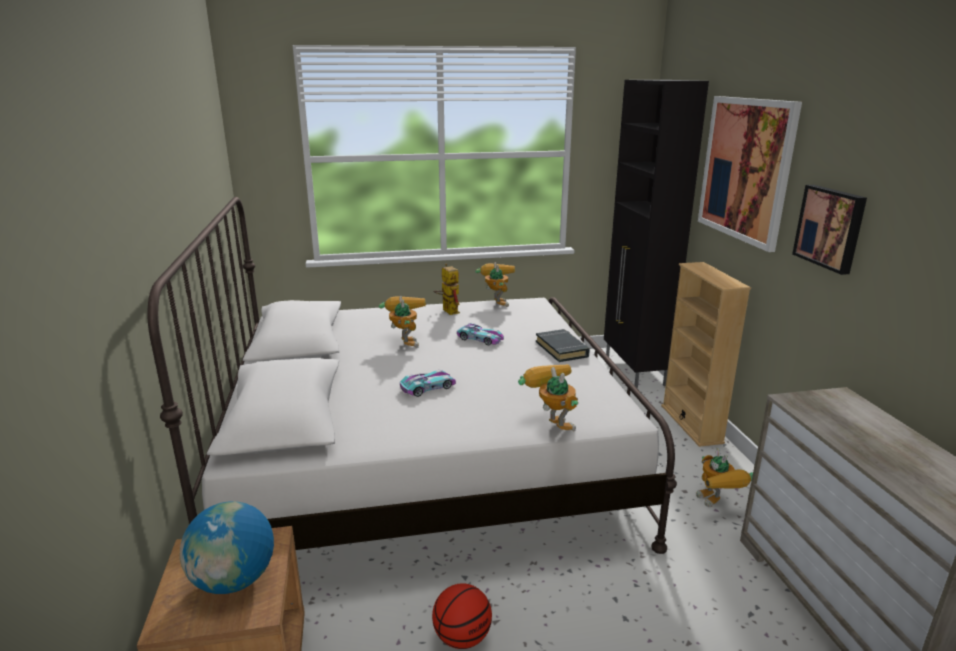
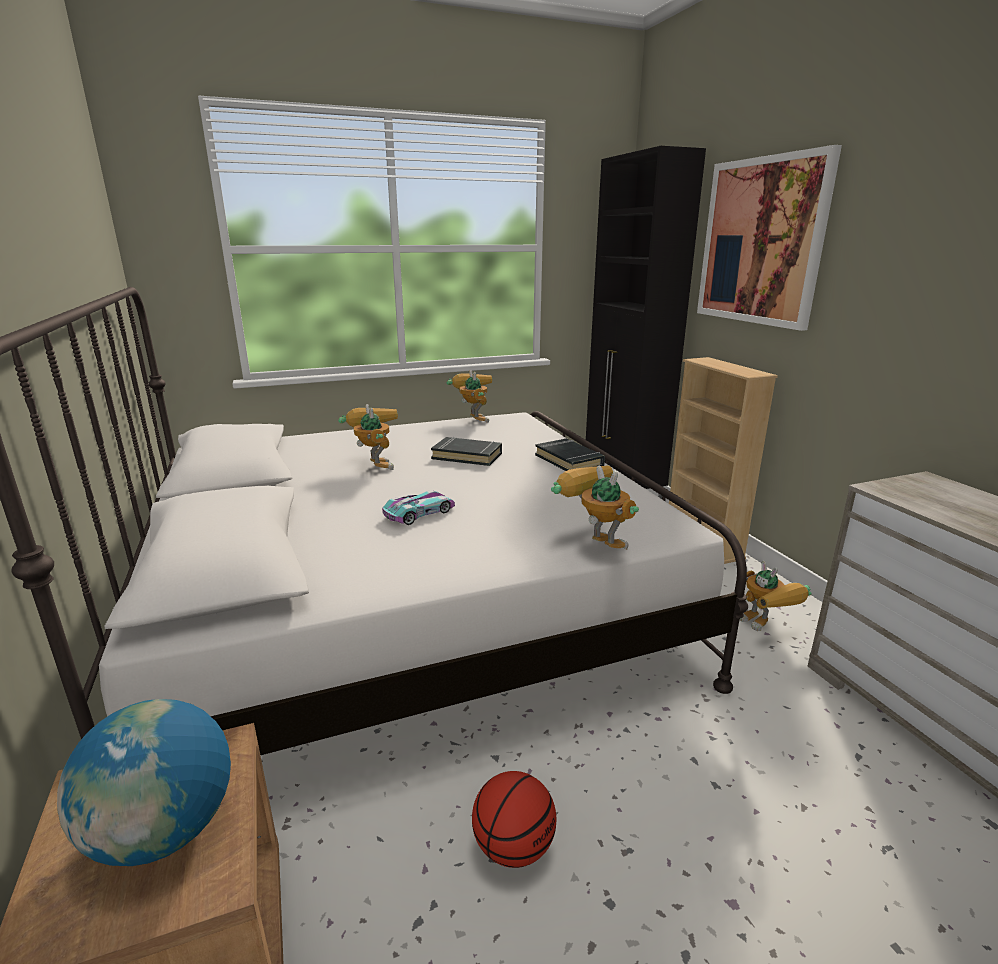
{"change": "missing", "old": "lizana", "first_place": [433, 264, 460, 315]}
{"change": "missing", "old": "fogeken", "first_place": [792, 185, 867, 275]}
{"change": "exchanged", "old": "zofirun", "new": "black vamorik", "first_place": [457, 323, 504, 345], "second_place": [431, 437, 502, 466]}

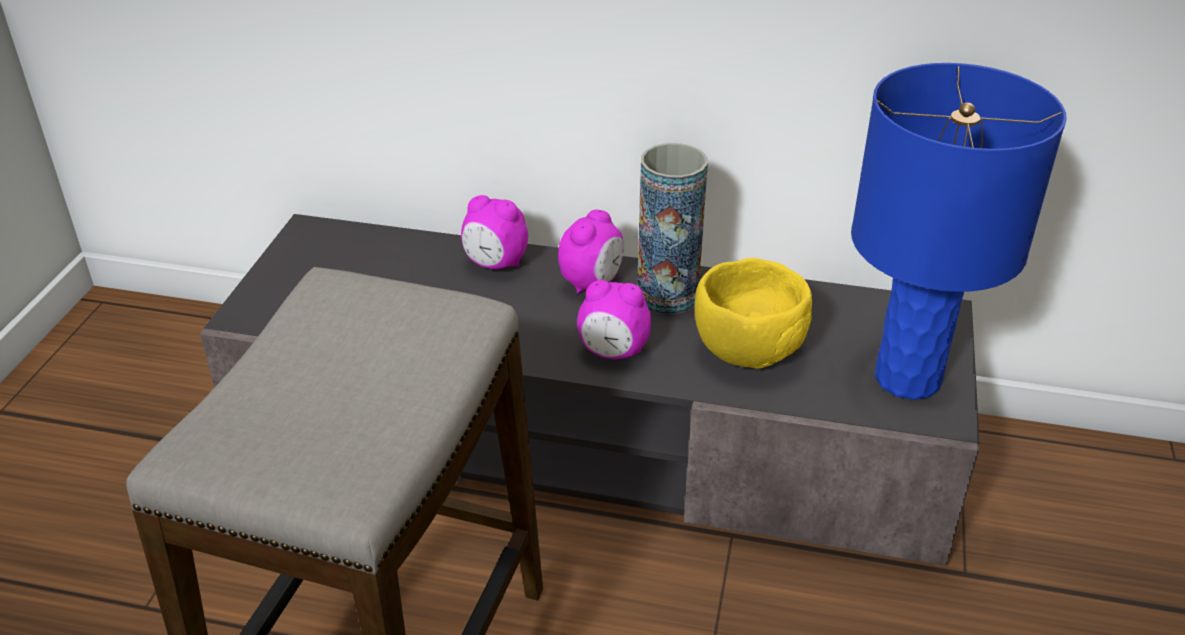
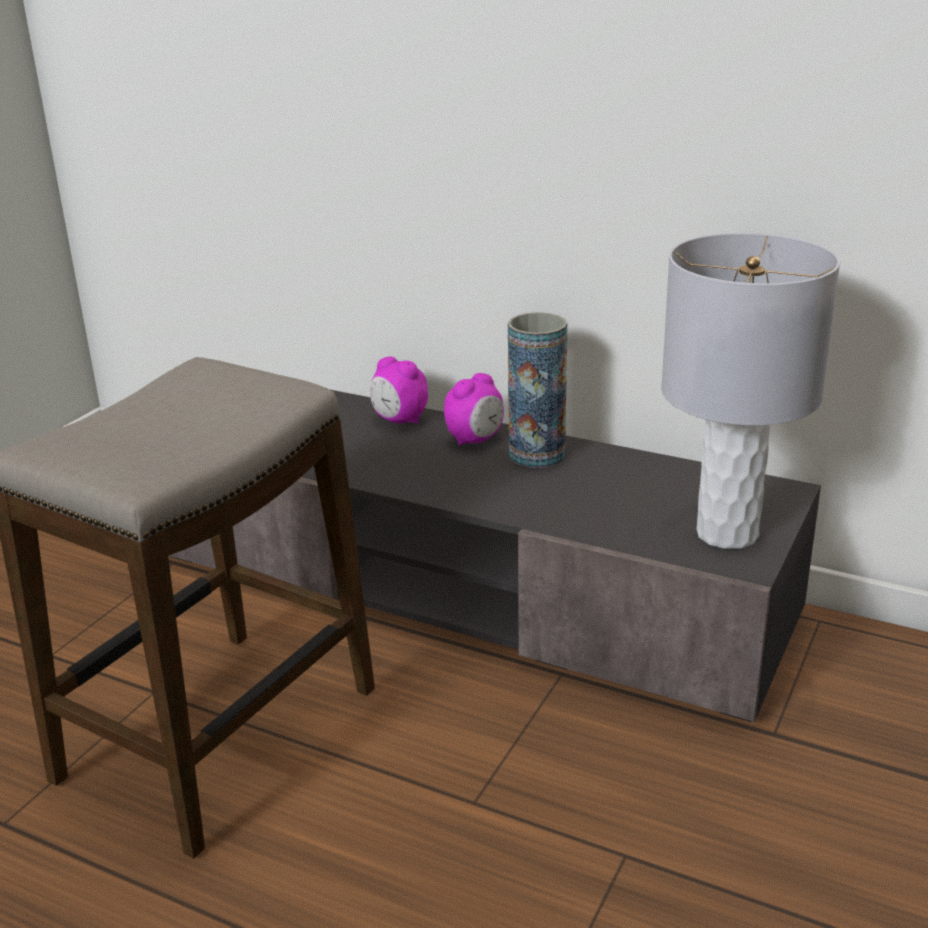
{"change": "missing", "old": "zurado", "first_place": [577, 280, 651, 359]}
{"change": "missing", "old": "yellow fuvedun", "first_place": [695, 258, 812, 369]}
{"change": "colour", "old": "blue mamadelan", "new": "grey mamadelan", "first_place": [851, 63, 1067, 400], "second_place": [661, 233, 840, 549]}

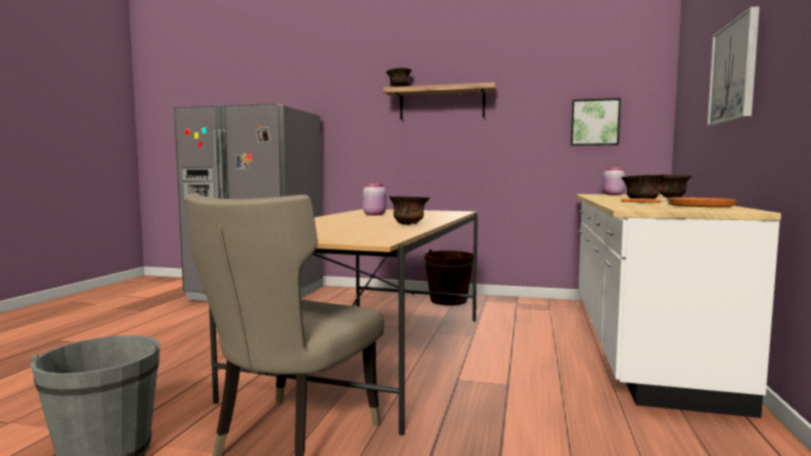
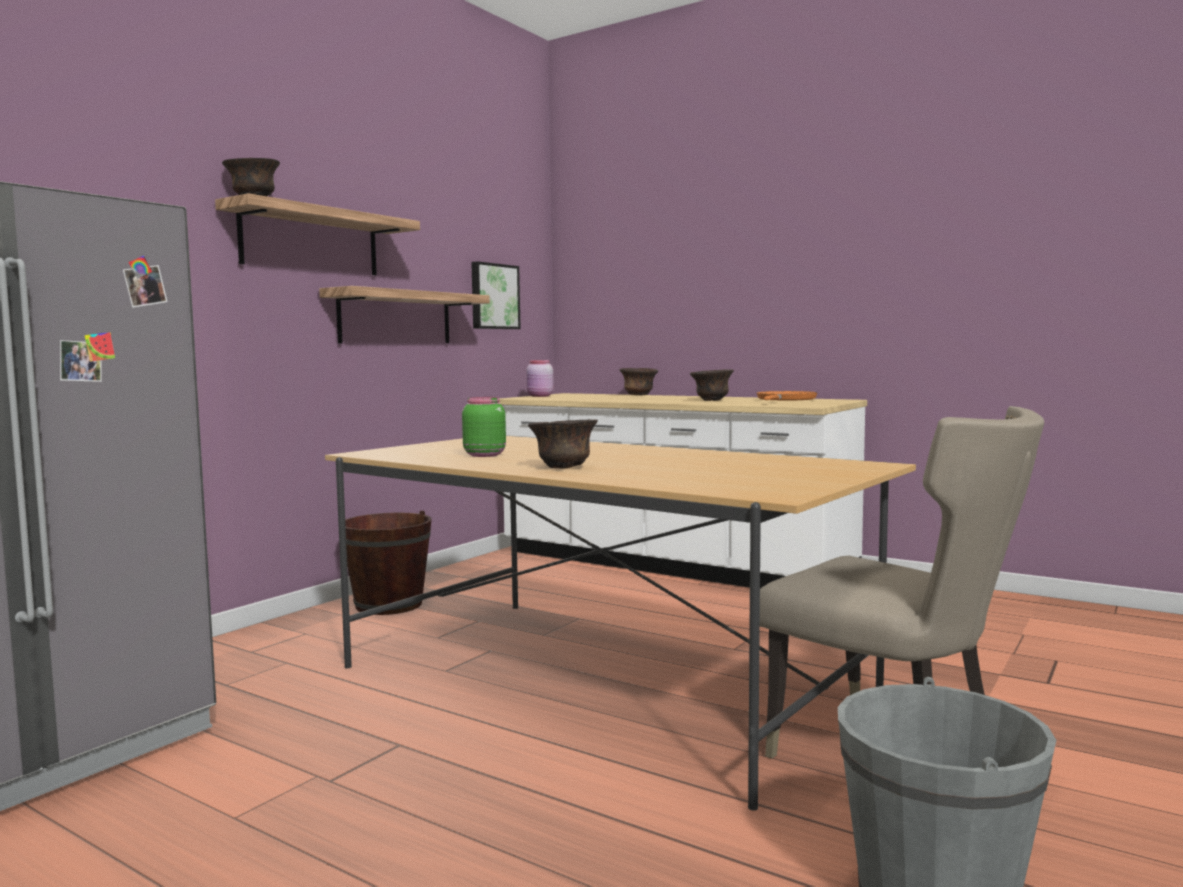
{"change": "missing", "old": "fogeken", "first_place": [707, 6, 760, 126]}
{"change": "appeared", "new": "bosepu", "second_place": [319, 286, 490, 343]}
{"change": "relocated", "old": "brown fuvedun", "first_place": [389, 196, 430, 225], "second_place": [528, 419, 598, 469]}
{"change": "colour", "old": "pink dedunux", "new": "green dedunux", "first_place": [363, 183, 386, 215], "second_place": [462, 397, 506, 457]}

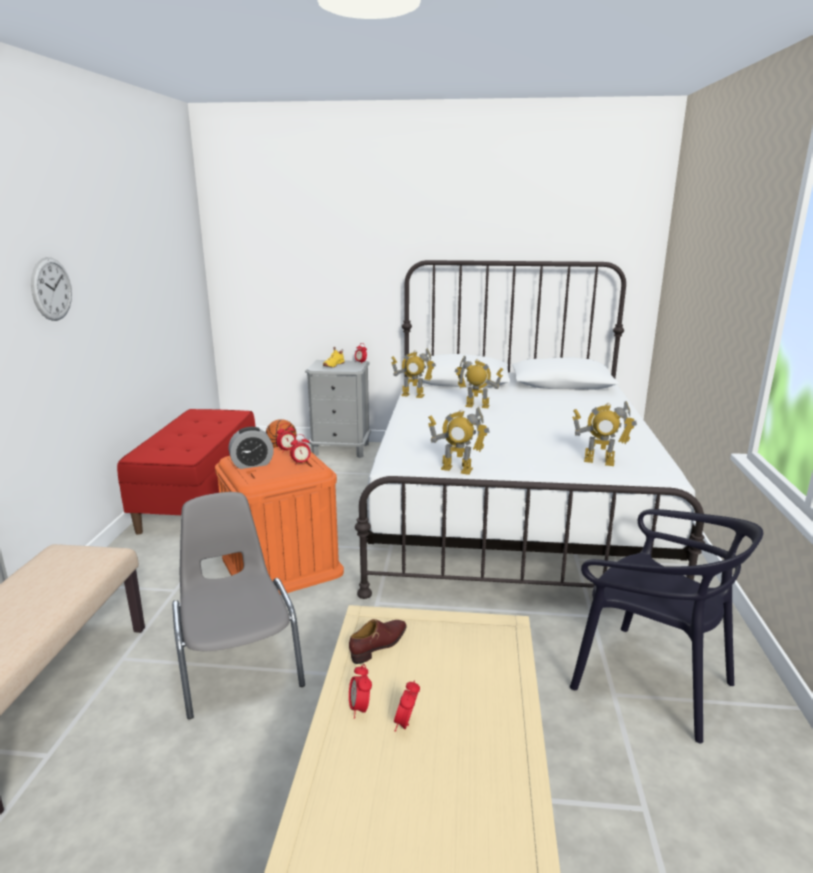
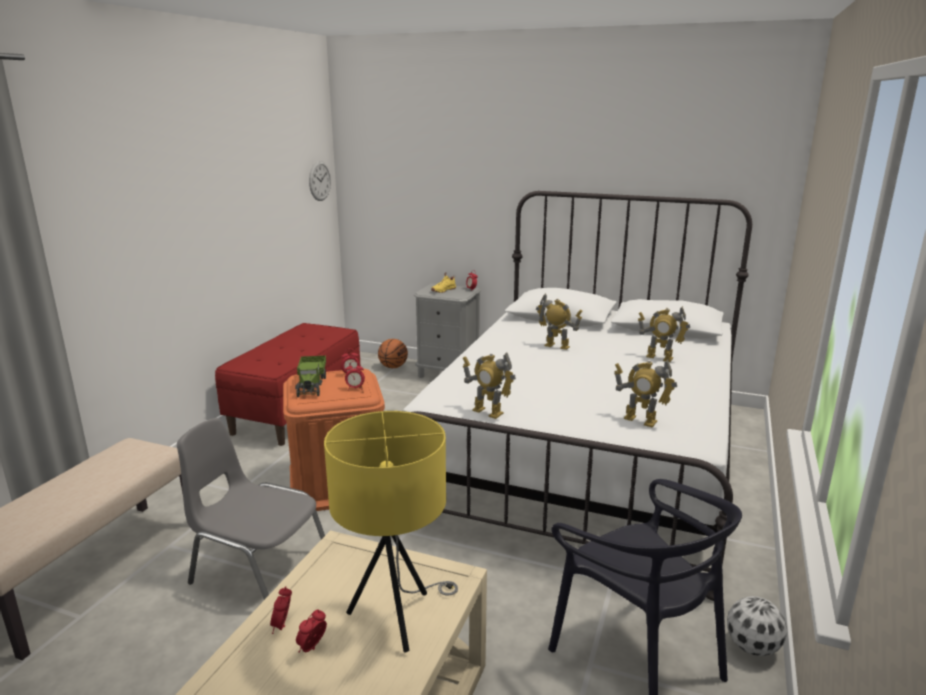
{"change": "missing", "old": "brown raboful", "first_place": [349, 619, 407, 664]}
{"change": "appeared", "new": "yellow mamadelan", "second_place": [324, 411, 458, 652]}
{"change": "appeared", "new": "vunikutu", "second_place": [727, 596, 787, 656]}
{"change": "relocated", "old": "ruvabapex", "first_place": [31, 257, 72, 321], "second_place": [309, 161, 331, 201]}
{"change": "relocated", "old": "lizana", "first_place": [391, 348, 436, 398], "second_place": [638, 306, 690, 362]}
{"change": "exchanged", "old": "zurado", "new": "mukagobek", "first_place": [228, 427, 274, 469], "second_place": [295, 356, 326, 397]}
{"change": "spun", "old": "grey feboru", "first_place": [172, 492, 305, 719], "second_place": [177, 418, 325, 600], "degrees": -60}

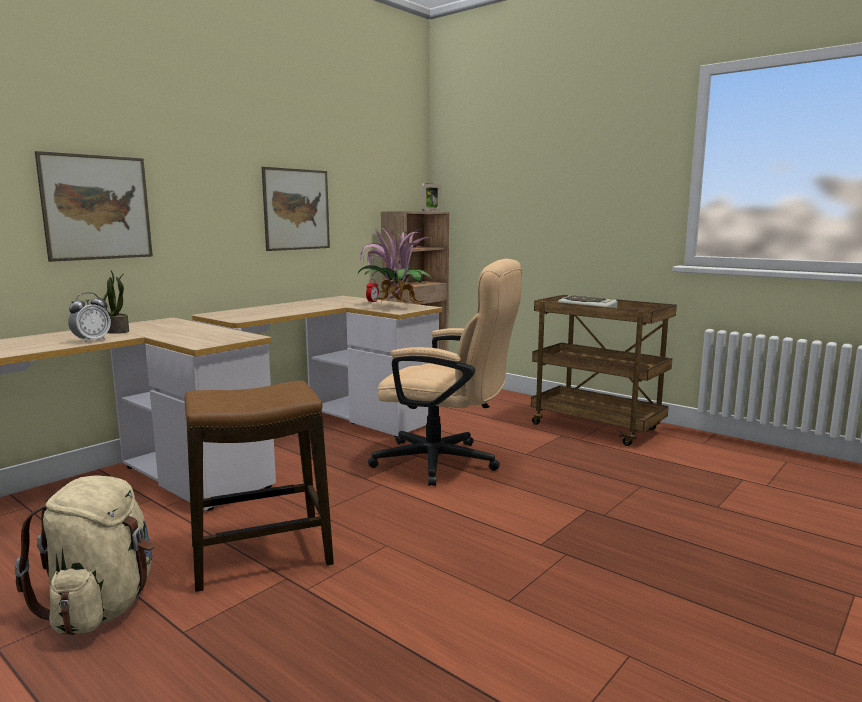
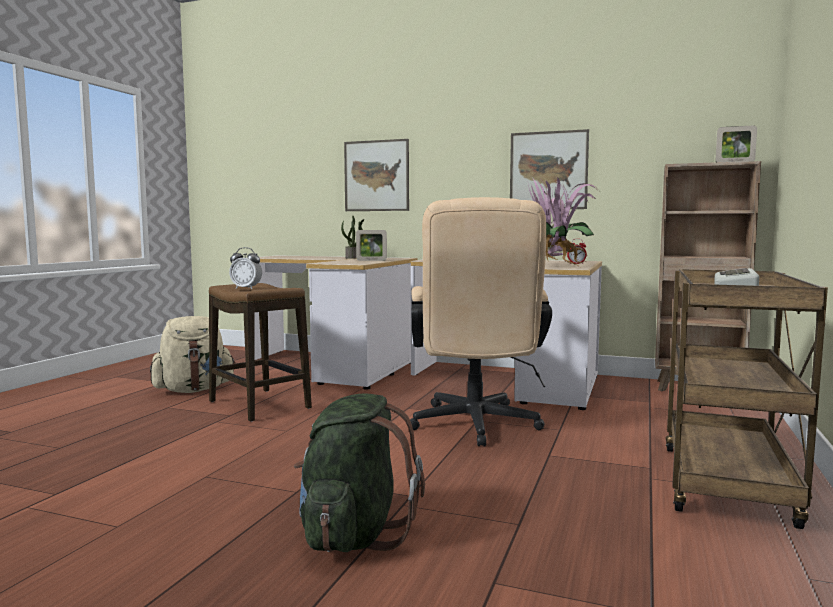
{"change": "appeared", "new": "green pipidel", "second_place": [294, 394, 425, 552]}
{"change": "appeared", "new": "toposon", "second_place": [356, 230, 387, 261]}
{"change": "relocated", "old": "zurado", "first_place": [68, 292, 111, 343], "second_place": [229, 247, 262, 289]}

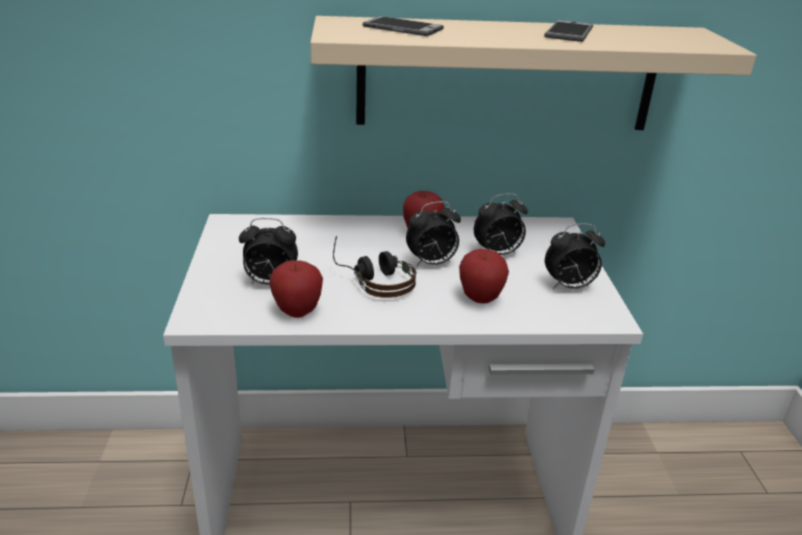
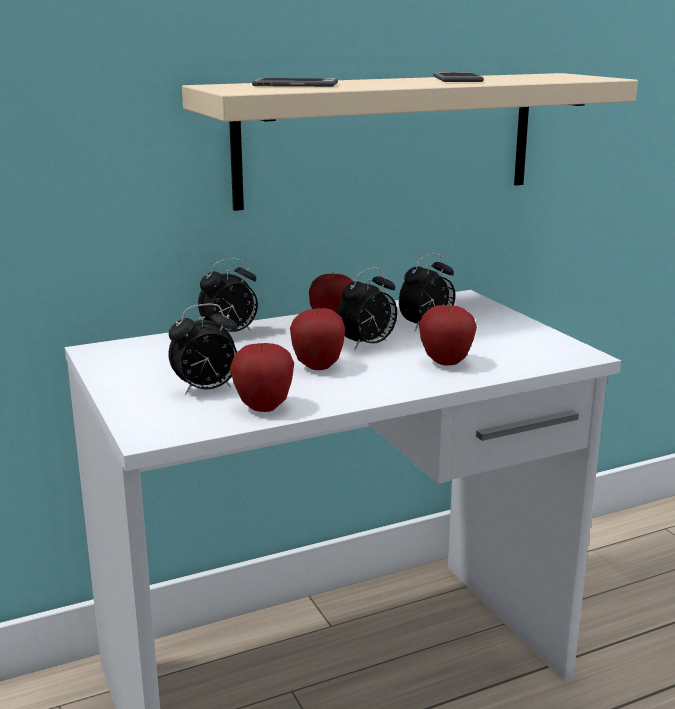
{"change": "relocated", "old": "zurado", "first_place": [545, 223, 605, 289], "second_place": [198, 259, 258, 332]}
{"change": "exchanged", "old": "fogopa", "new": "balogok", "first_place": [333, 236, 416, 298], "second_place": [290, 308, 345, 370]}

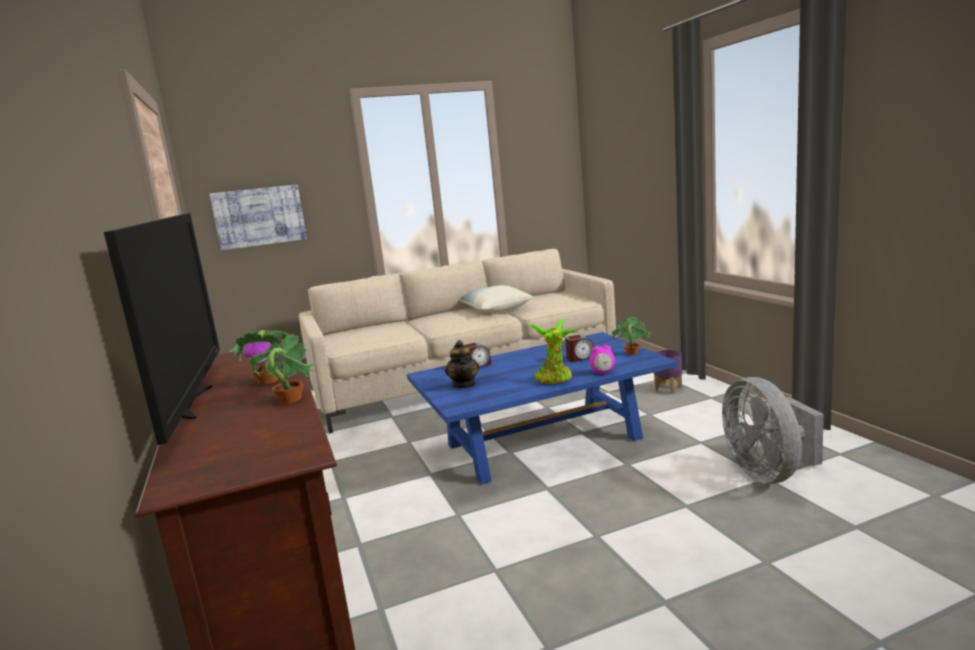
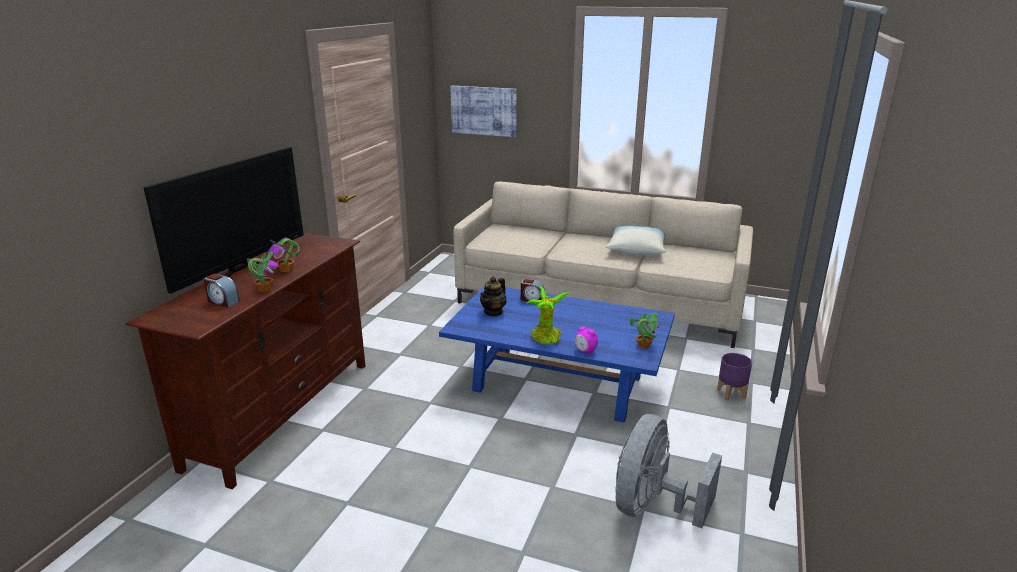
{"change": "relocated", "old": "zurado", "first_place": [565, 335, 594, 362], "second_place": [203, 274, 240, 308]}

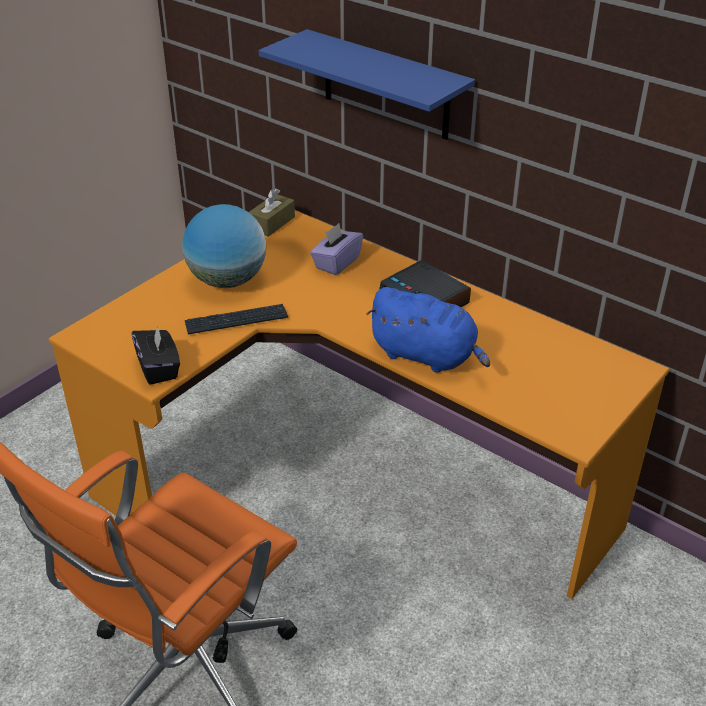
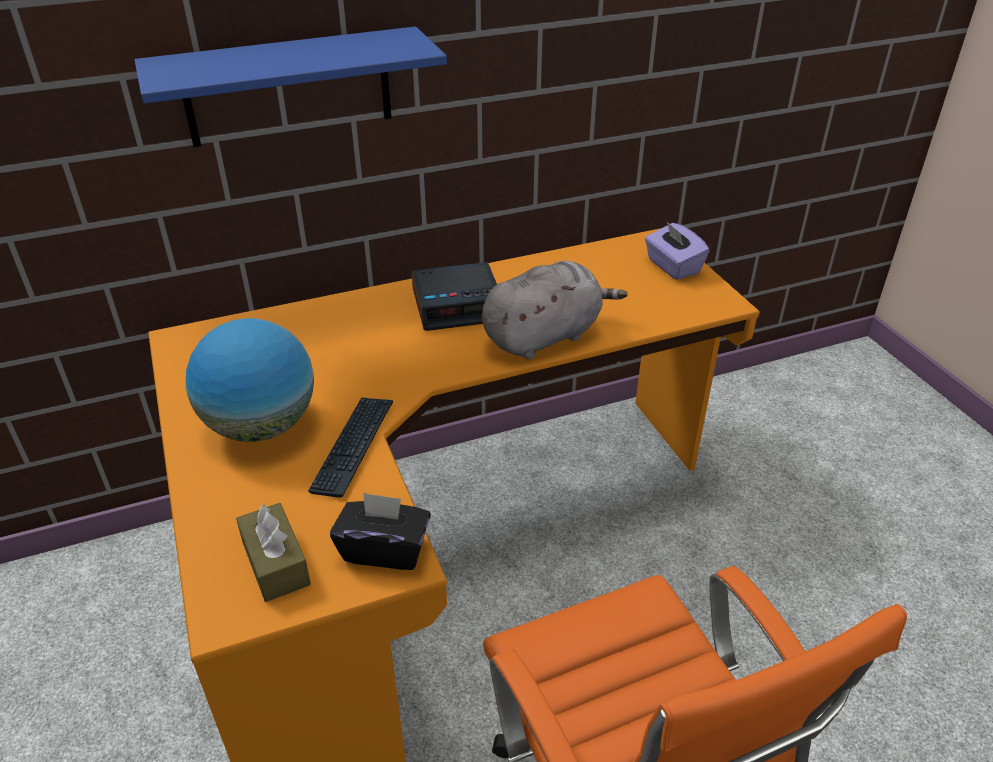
{"change": "relocated", "old": "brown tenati", "first_place": [249, 188, 295, 237], "second_place": [236, 503, 311, 602]}
{"change": "relocated", "old": "purple tenati", "first_place": [310, 223, 363, 275], "second_place": [645, 222, 710, 280]}
{"change": "colour", "old": "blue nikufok", "new": "grey nikufok", "first_place": [367, 287, 490, 373], "second_place": [482, 261, 628, 359]}

